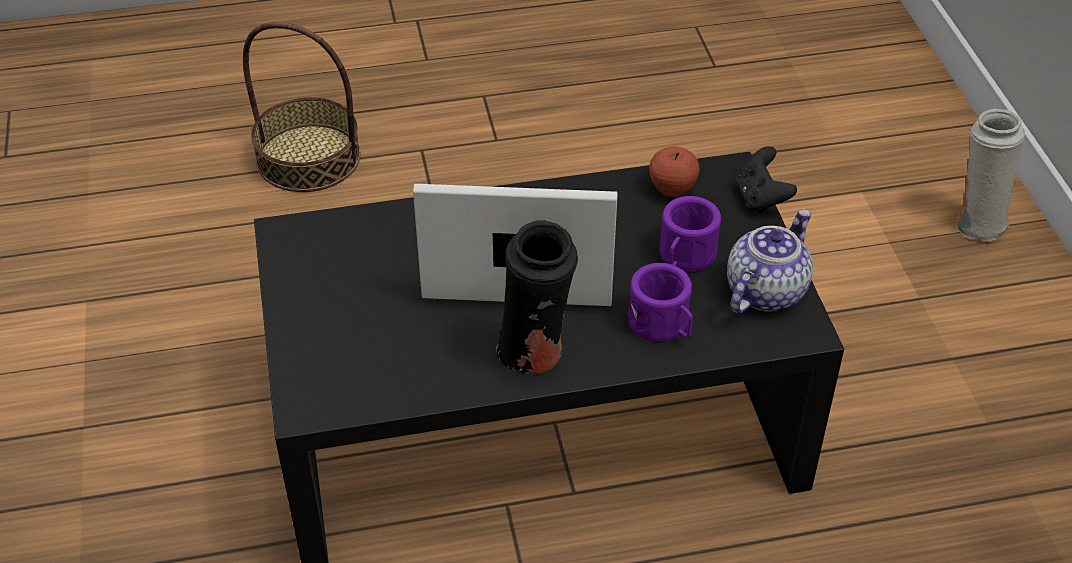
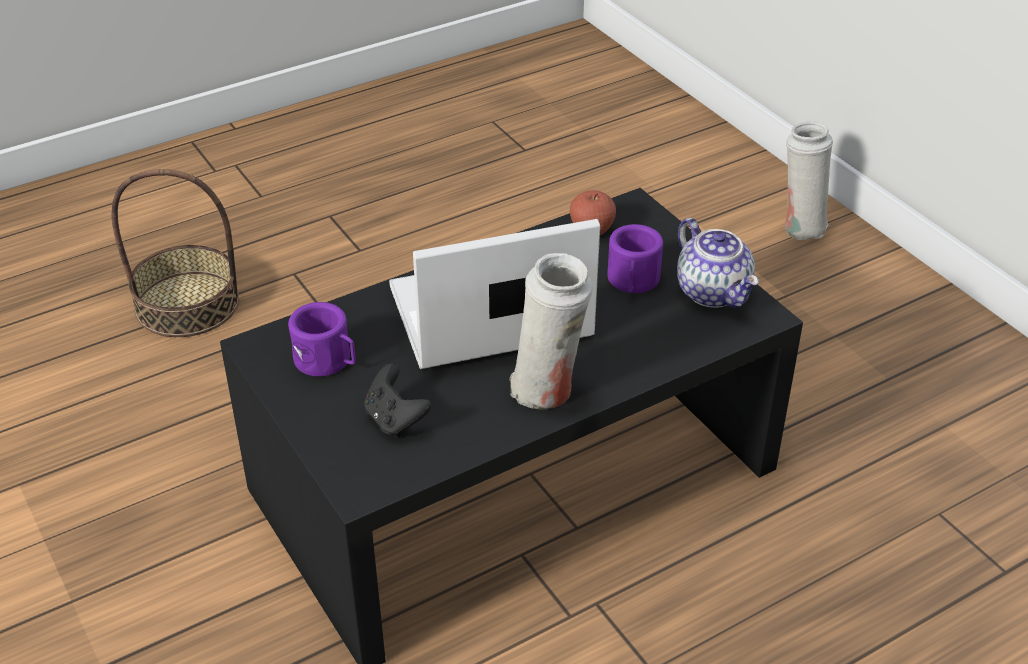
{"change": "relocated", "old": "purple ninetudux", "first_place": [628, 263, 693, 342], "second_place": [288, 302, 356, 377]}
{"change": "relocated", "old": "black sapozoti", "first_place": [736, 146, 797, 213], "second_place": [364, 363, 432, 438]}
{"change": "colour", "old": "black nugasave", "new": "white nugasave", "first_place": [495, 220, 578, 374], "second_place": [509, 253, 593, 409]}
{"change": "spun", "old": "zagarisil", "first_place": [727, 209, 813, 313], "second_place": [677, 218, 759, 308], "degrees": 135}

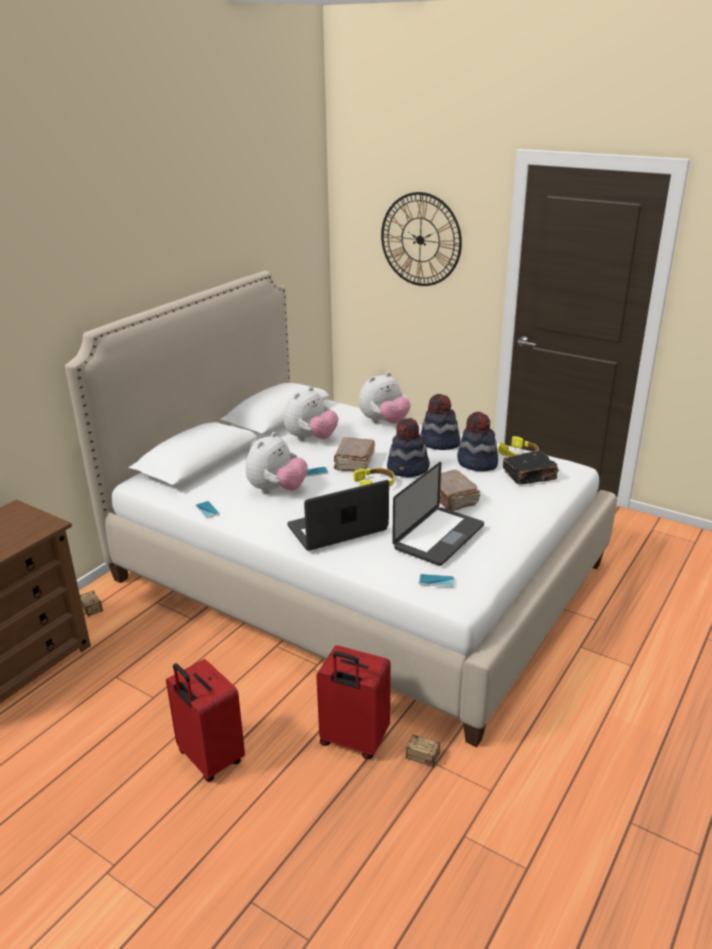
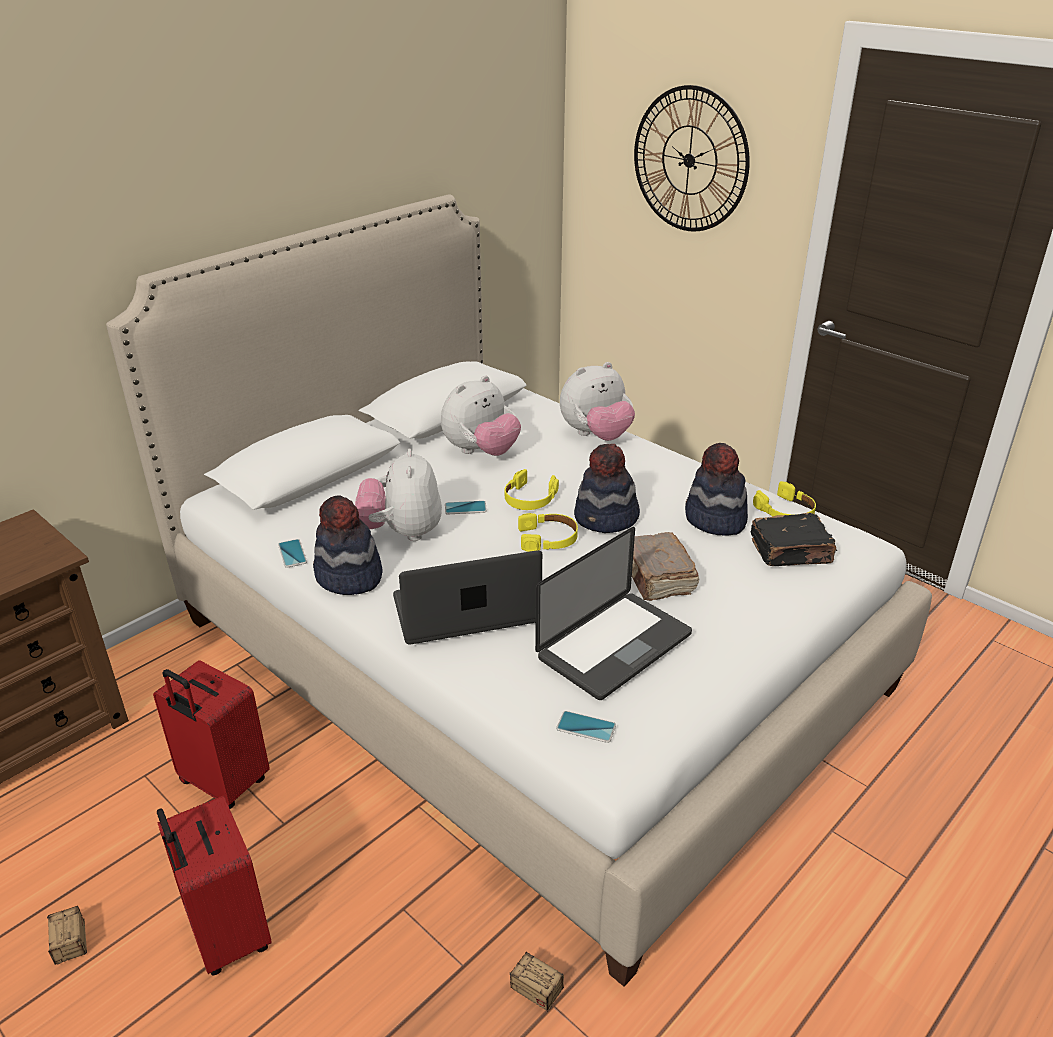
{"change": "relocated", "old": "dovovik", "first_place": [80, 591, 103, 617], "second_place": [47, 906, 87, 965]}
{"change": "relocated", "old": "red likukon", "first_place": [316, 645, 391, 759], "second_place": [153, 660, 270, 809]}
{"change": "relocated", "old": "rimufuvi", "first_place": [420, 394, 460, 450], "second_place": [313, 496, 382, 595]}
{"change": "exchanged", "old": "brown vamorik", "new": "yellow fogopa", "first_place": [334, 437, 375, 471], "second_place": [505, 469, 559, 510]}
{"change": "spun", "old": "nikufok", "first_place": [246, 432, 308, 494], "second_place": [355, 449, 442, 541], "degrees": 135}

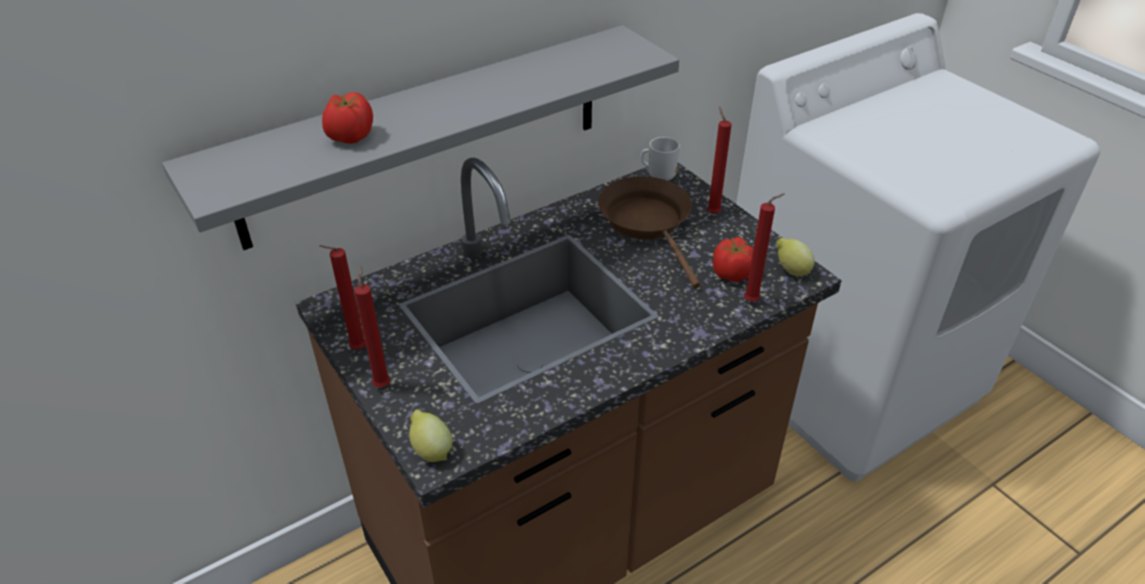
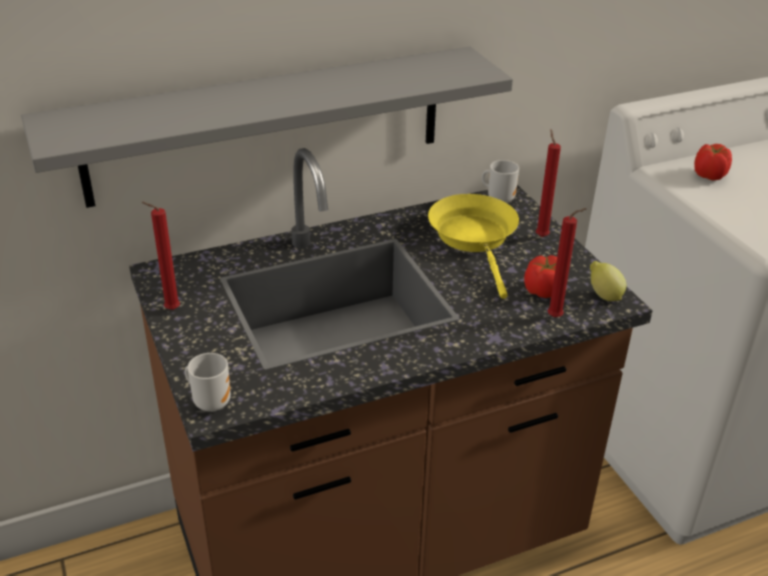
{"change": "missing", "old": "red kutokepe", "first_place": [354, 266, 390, 388]}
{"change": "relocated", "old": "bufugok", "first_place": [322, 92, 373, 144], "second_place": [694, 144, 732, 180]}
{"change": "exchanged", "old": "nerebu", "new": "ninetudux", "first_place": [409, 409, 453, 462], "second_place": [185, 353, 231, 412]}
{"change": "colour", "old": "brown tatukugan", "new": "yellow tatukugan", "first_place": [598, 176, 700, 288], "second_place": [428, 194, 519, 299]}

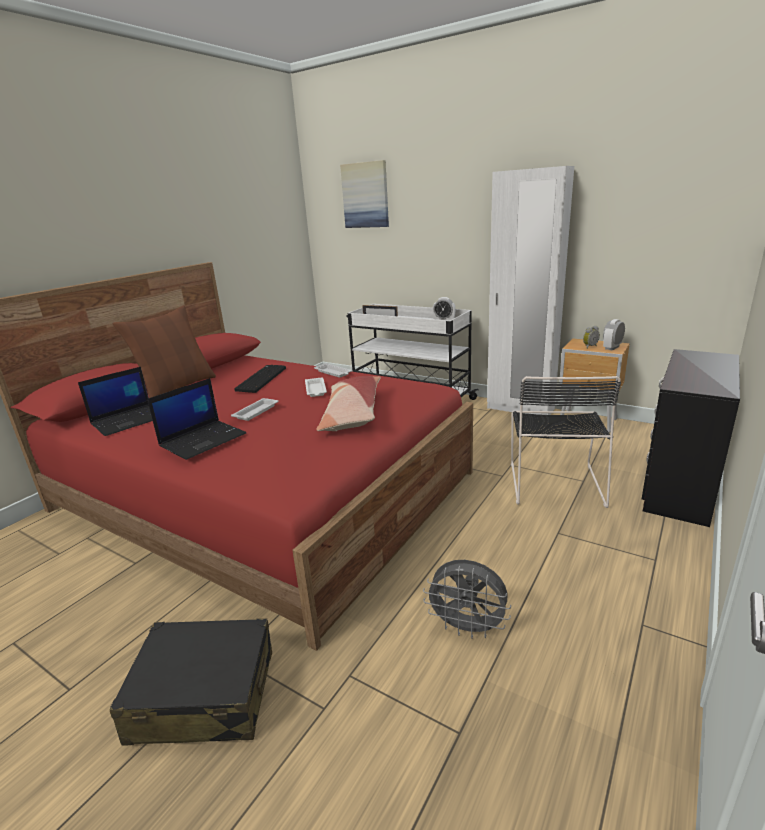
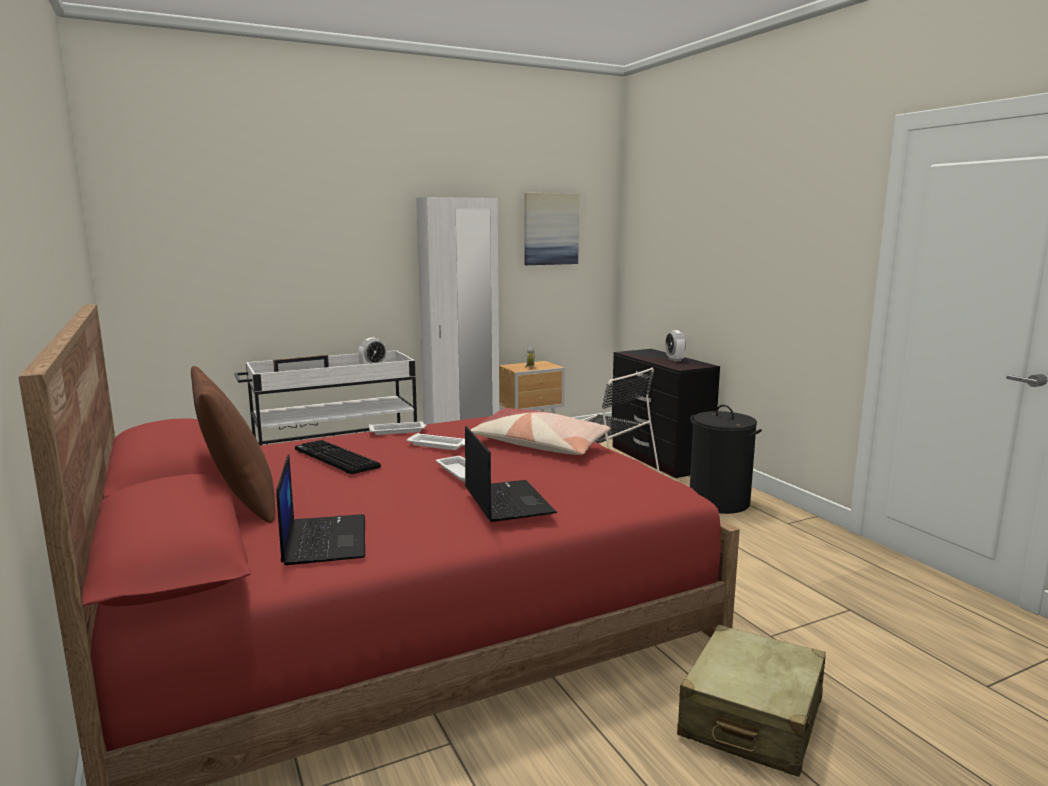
{"change": "missing", "old": "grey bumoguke", "first_place": [423, 560, 511, 639]}
{"change": "appeared", "new": "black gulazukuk", "second_place": [690, 405, 762, 514]}
{"change": "relocated", "old": "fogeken", "first_place": [340, 160, 389, 228], "second_place": [524, 193, 579, 265]}
{"change": "relocated", "old": "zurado", "first_place": [603, 319, 625, 350], "second_place": [665, 330, 686, 362]}
{"change": "colour", "old": "black likukon", "new": "beige likukon", "first_place": [110, 618, 272, 746], "second_place": [677, 625, 826, 777]}

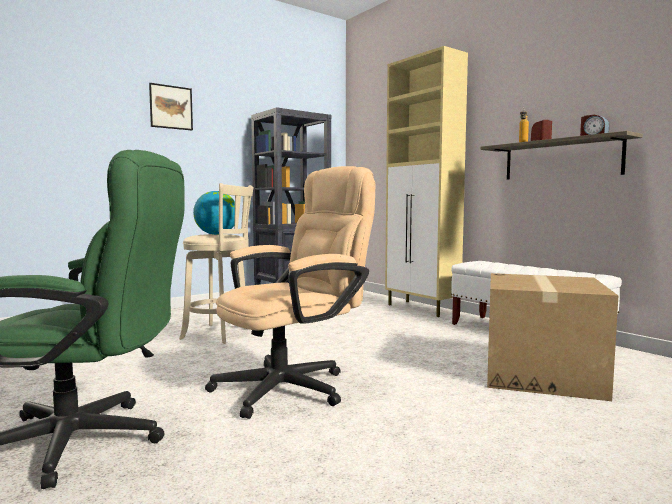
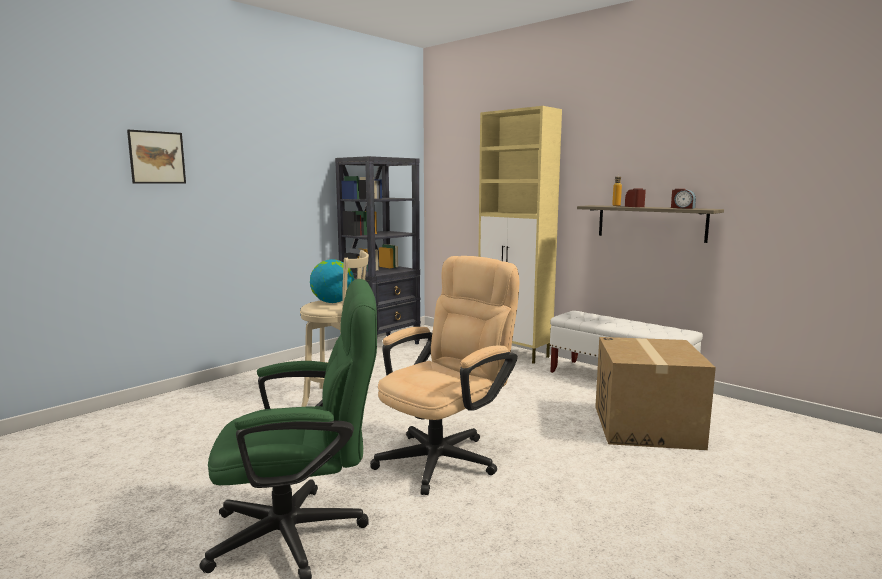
{"change": "relocated", "old": "fogeken", "first_place": [149, 83, 193, 130], "second_place": [127, 130, 186, 184]}

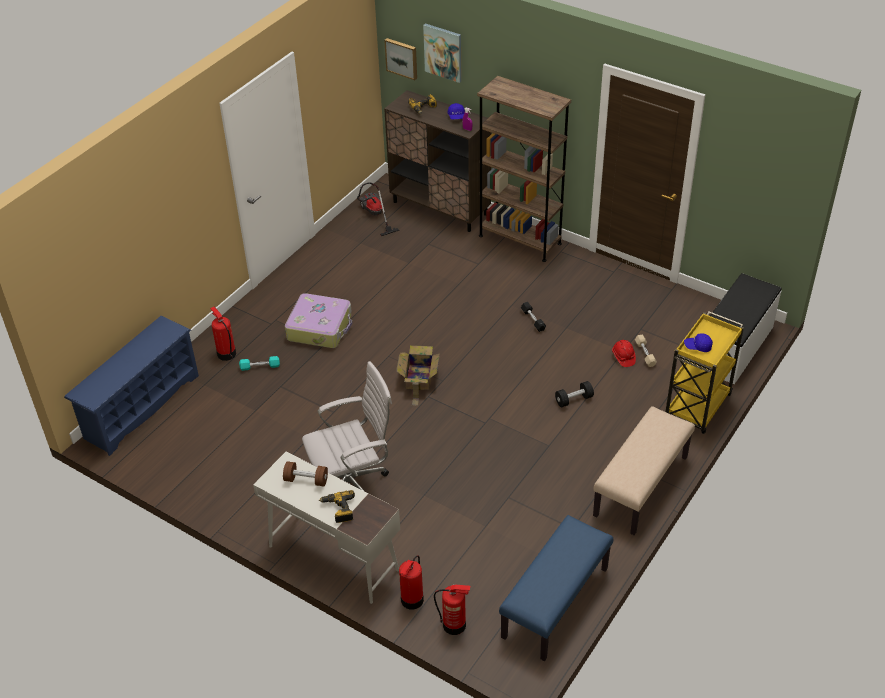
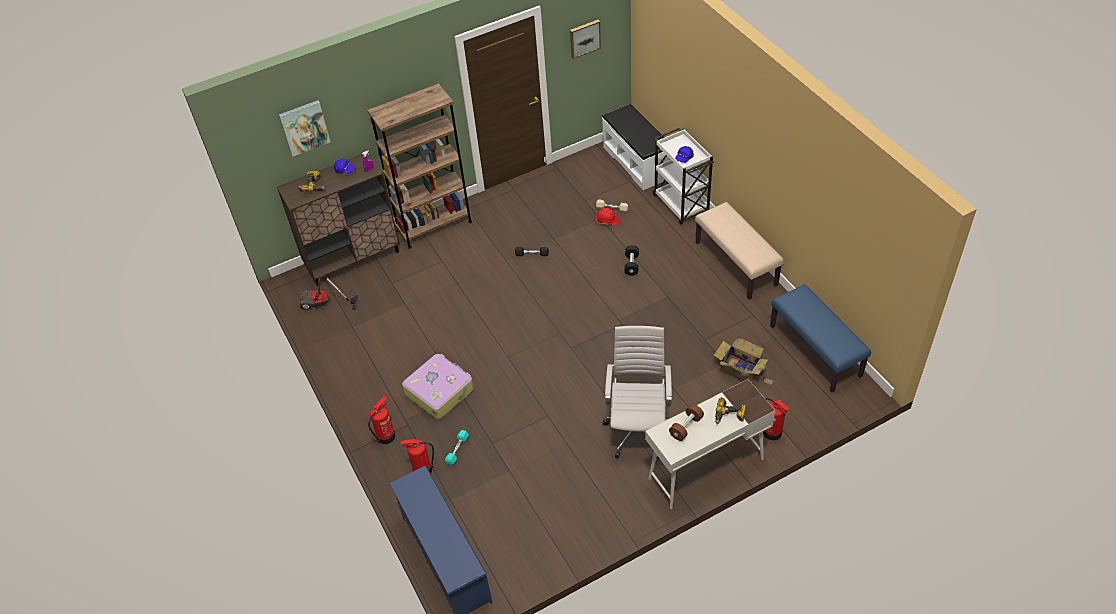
{"change": "relocated", "old": "fogeken", "first_place": [384, 38, 417, 80], "second_place": [570, 20, 601, 59]}
{"change": "relocated", "old": "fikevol", "first_place": [396, 345, 440, 406], "second_place": [713, 339, 774, 385]}
{"change": "relocated", "old": "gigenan", "first_place": [434, 585, 470, 635], "second_place": [368, 396, 395, 444]}
{"change": "colour", "old": "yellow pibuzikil", "new": "white pibuzikil", "first_place": [665, 311, 744, 434], "second_place": [652, 128, 714, 225]}

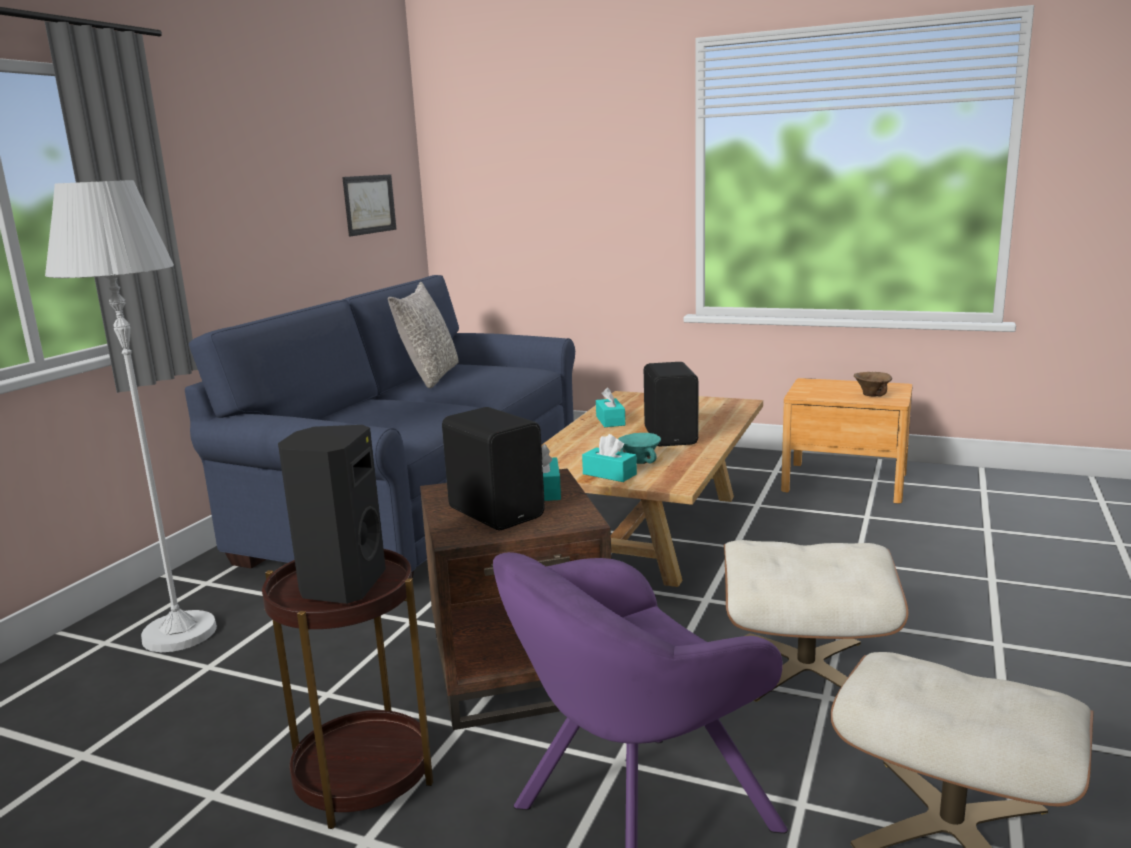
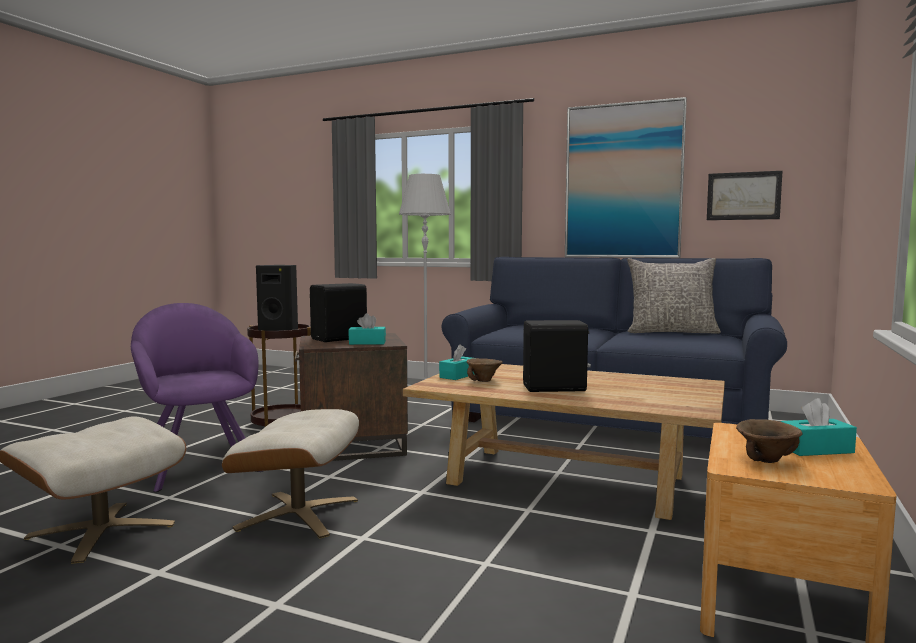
{"change": "appeared", "new": "fogeken", "second_place": [565, 97, 687, 258]}
{"change": "relocated", "old": "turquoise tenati", "first_place": [596, 388, 625, 427], "second_place": [780, 398, 857, 456]}
{"change": "colour", "old": "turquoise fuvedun", "new": "brown fuvedun", "first_place": [618, 433, 661, 464], "second_place": [467, 358, 503, 382]}

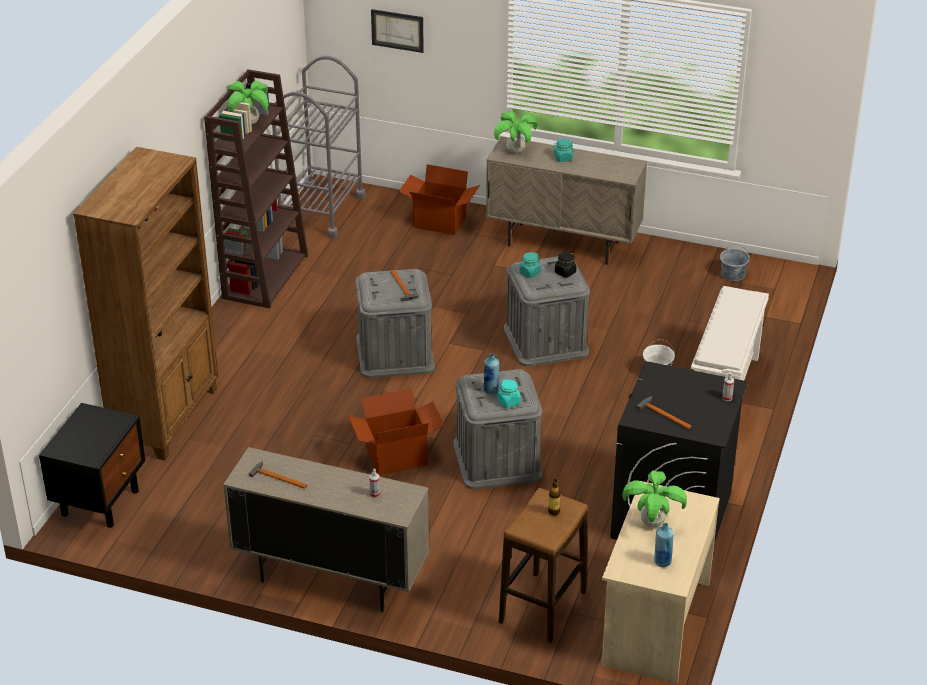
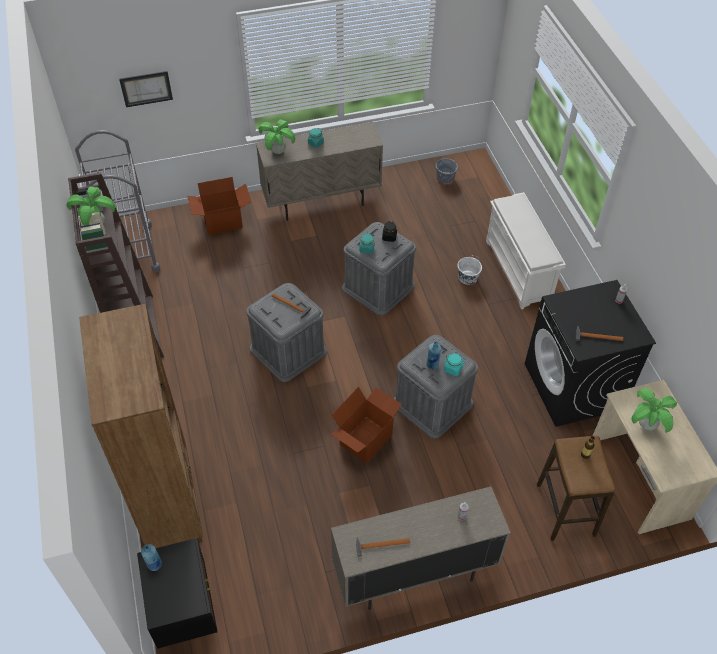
{"change": "relocated", "old": "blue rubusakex", "first_place": [654, 523, 674, 567], "second_place": [141, 544, 162, 571]}

